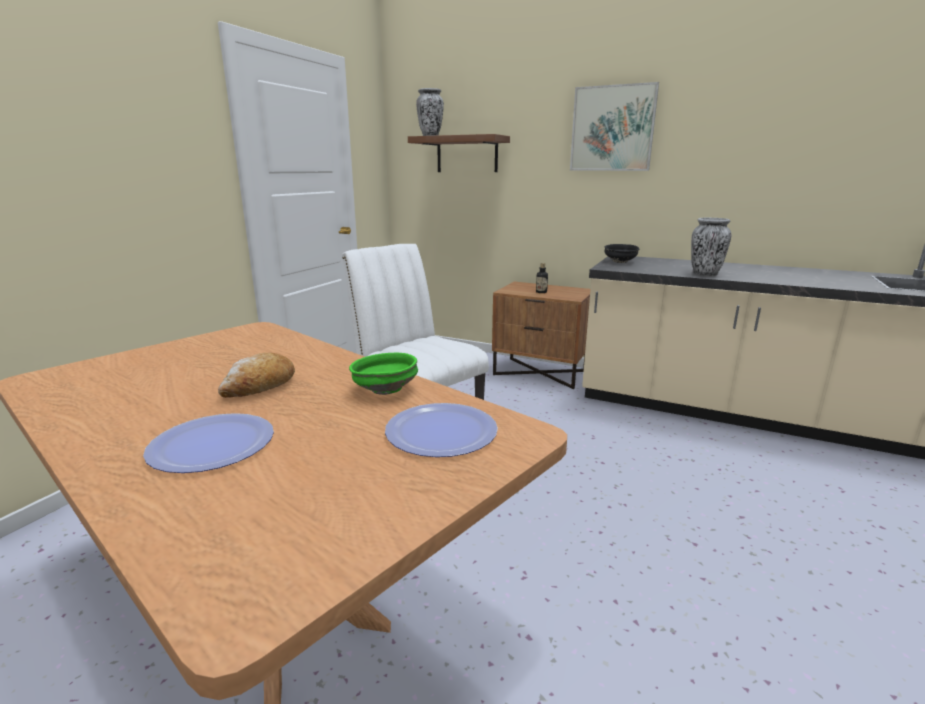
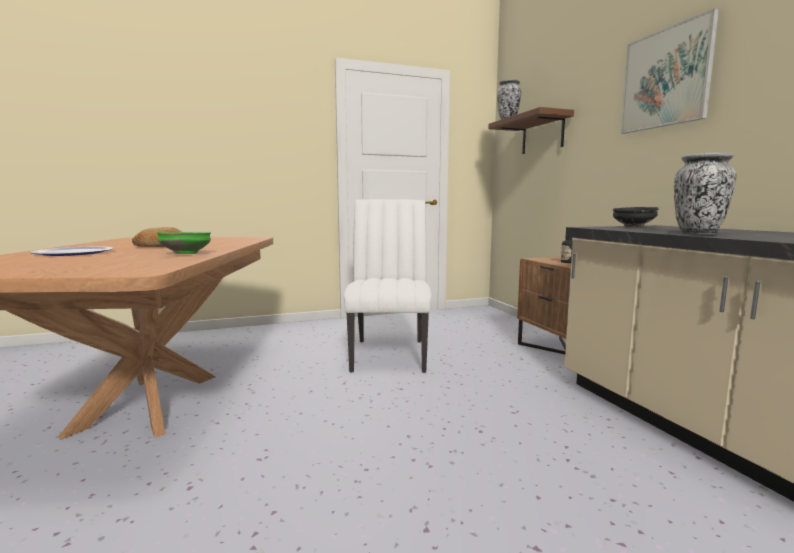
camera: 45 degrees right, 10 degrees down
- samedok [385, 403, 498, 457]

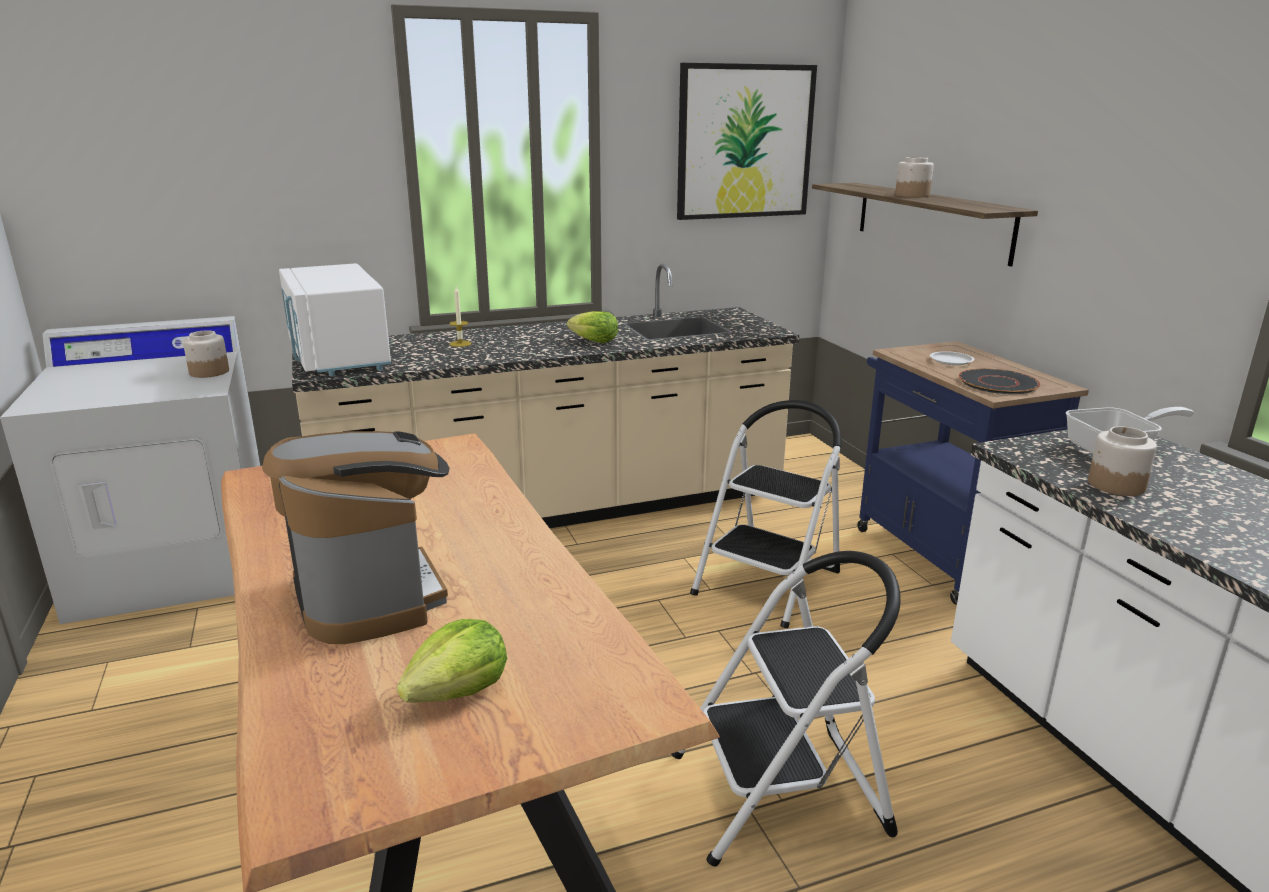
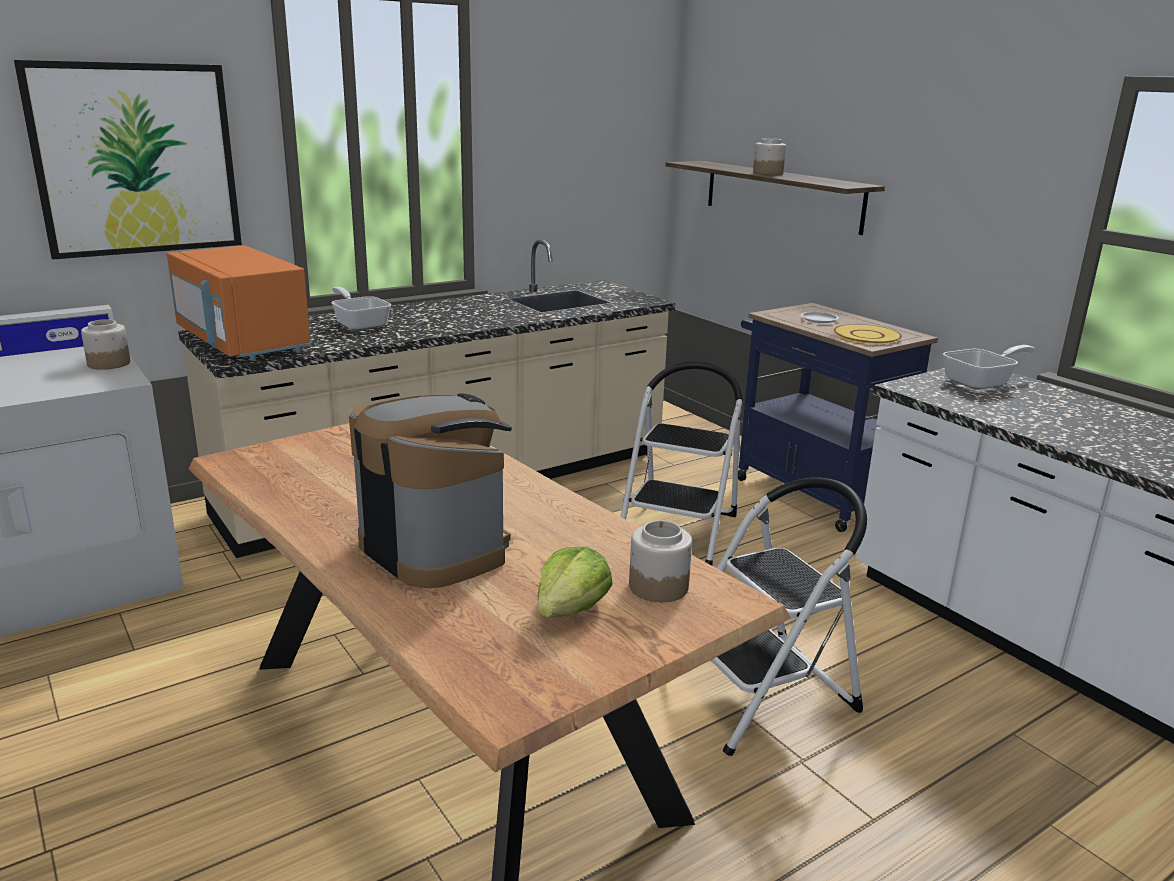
camera: 15 degrees left, 0 degrees up
~ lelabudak [677, 63, 817, 220] to [14, 60, 242, 259]
~ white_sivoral [279, 263, 391, 377] to orange_sivoral [167, 245, 311, 361]
~ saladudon [450, 287, 471, 347] to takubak [331, 287, 391, 330]
~ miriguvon [1088, 426, 1157, 496] to [629, 520, 692, 602]
~ black_samedok [959, 368, 1041, 394] to yellow_samedok [834, 324, 902, 344]
- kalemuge [567, 311, 618, 343]

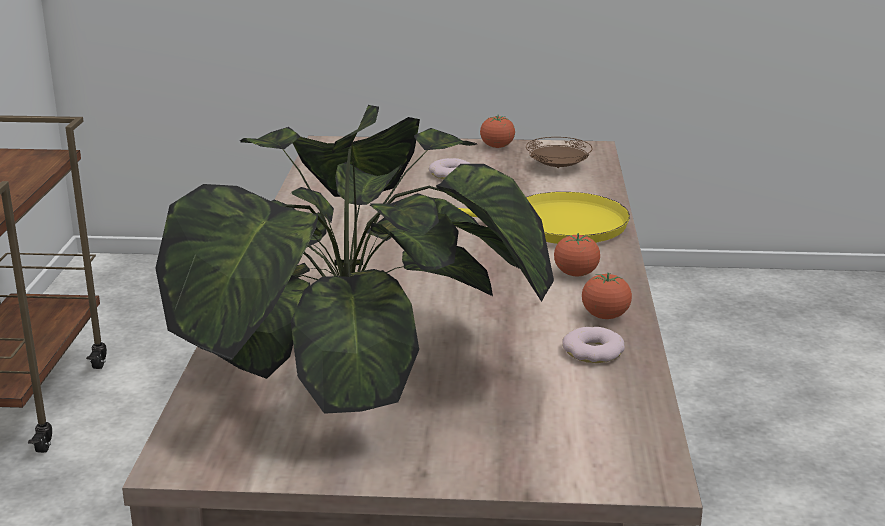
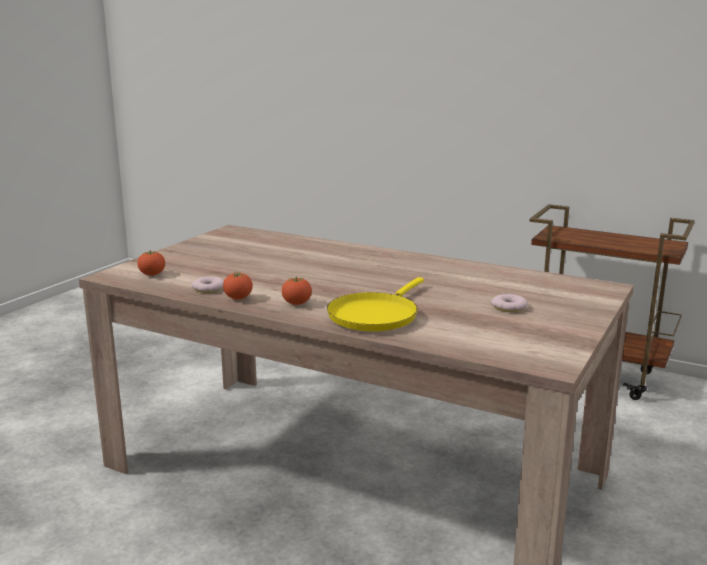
camera: 115 degrees right, 5 degrees down
~ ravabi [480, 115, 515, 148] to [137, 250, 165, 276]
- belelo [156, 105, 554, 414]
- brown_samedok [526, 137, 593, 168]

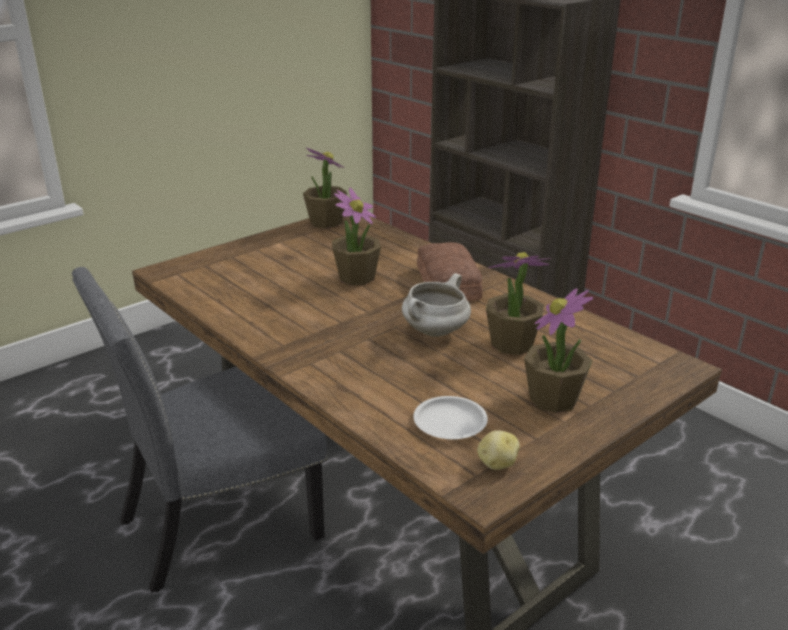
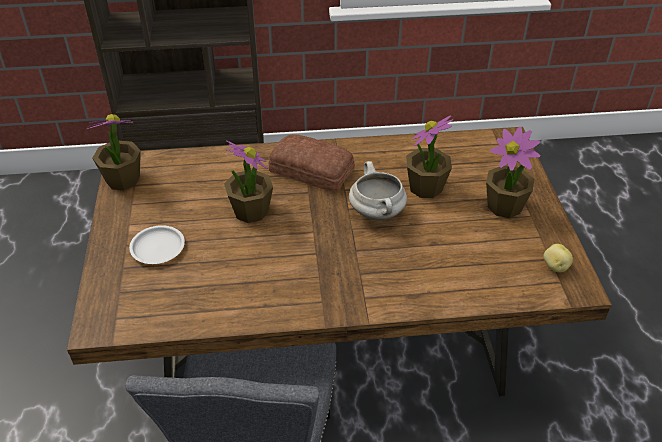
camera: 55 degrees left, 15 degrees up
~ white_samedok [413, 396, 488, 439] to [129, 225, 185, 264]

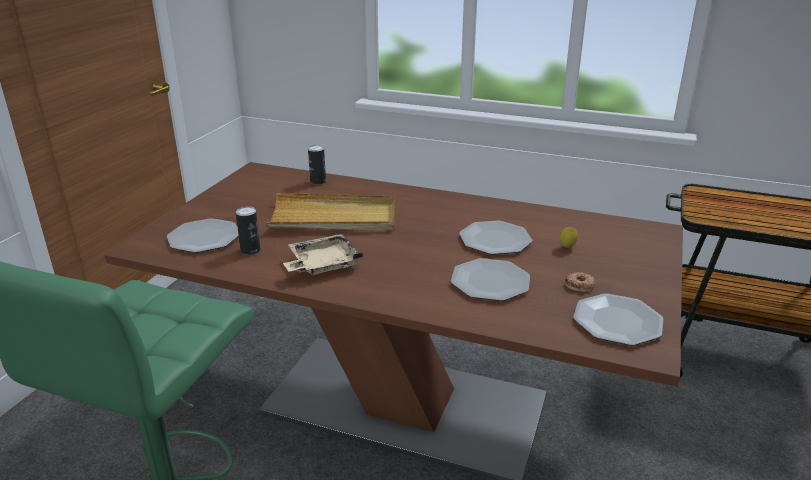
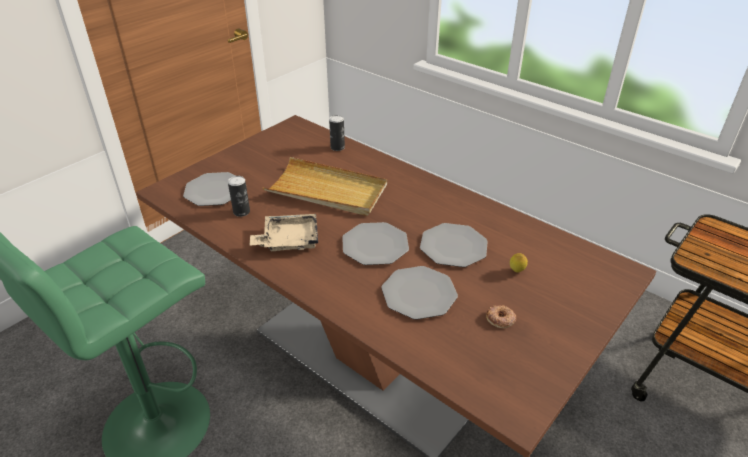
camera: 20 degrees right, 10 degrees up
~ samedok [573, 293, 664, 346] to [342, 222, 409, 265]

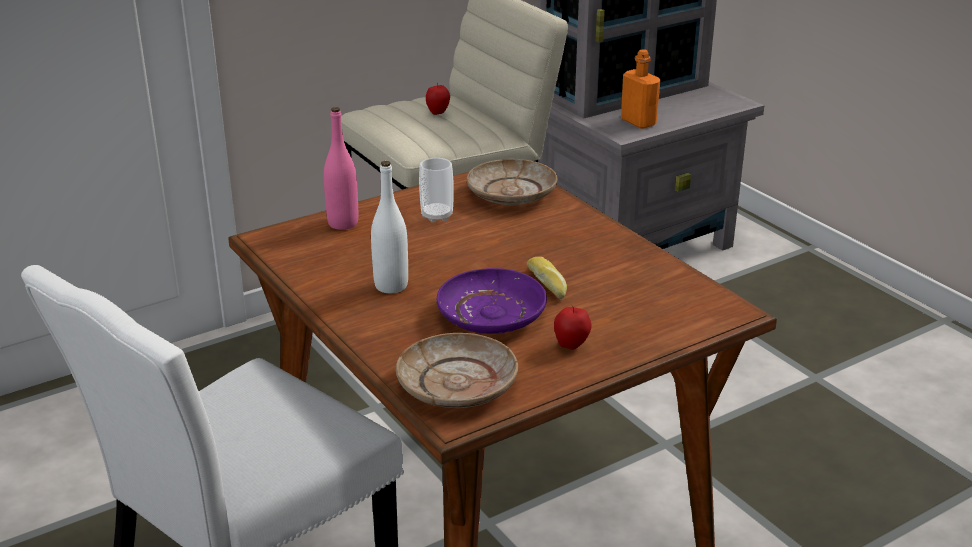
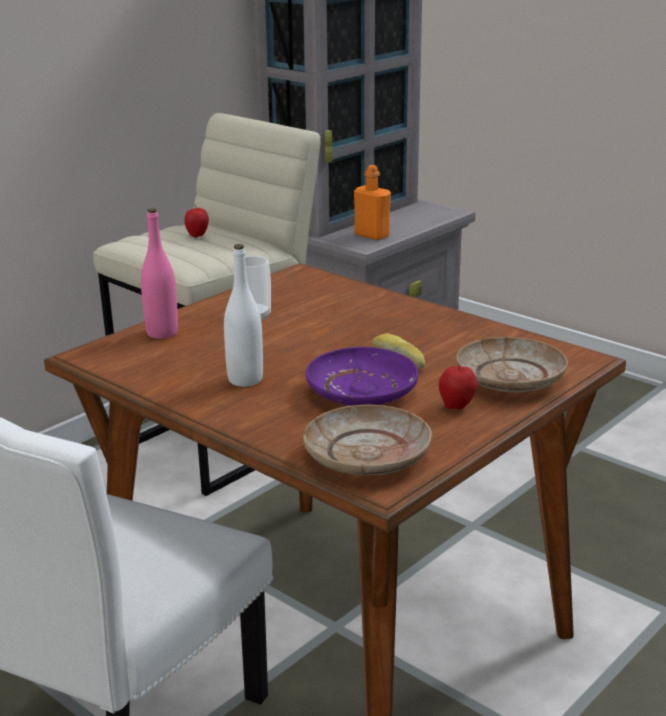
camera: 15 degrees left, 5 degrees down
~ beige_samedok [467, 159, 558, 205] to [456, 337, 568, 393]

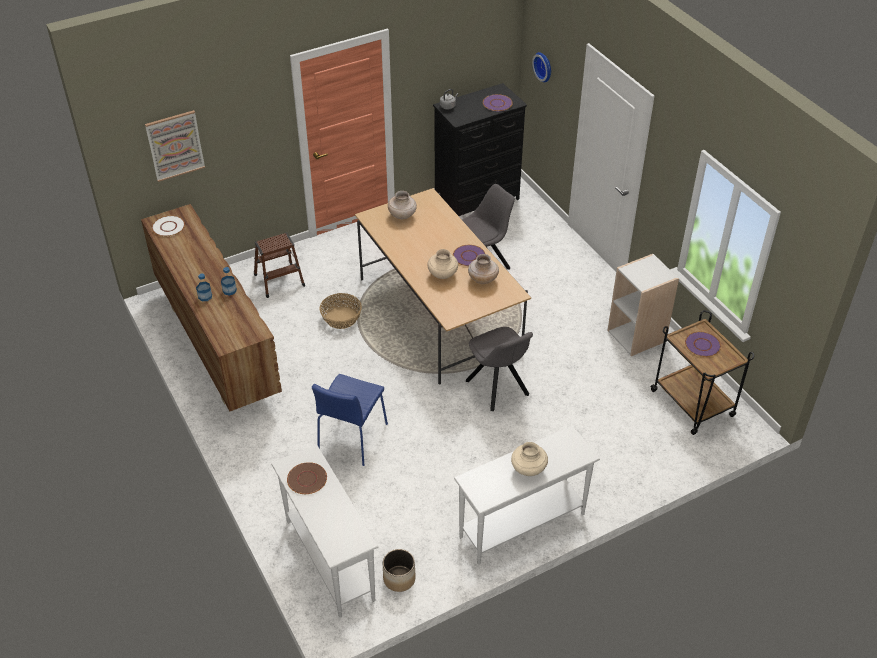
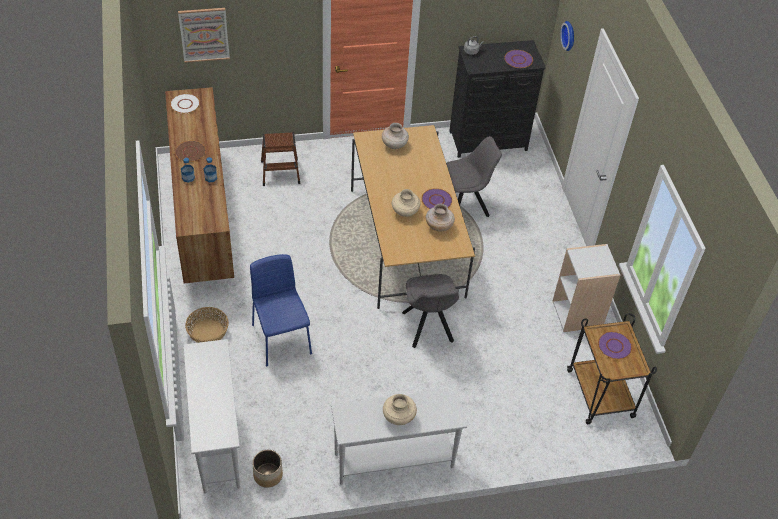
camera: 15 degrees right, 5 degrees up
~ brown_samedok [287, 462, 327, 494] to [175, 141, 206, 162]
~ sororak [319, 293, 362, 329] to [185, 307, 229, 343]
~ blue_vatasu [312, 374, 388, 466] = [250, 254, 312, 367] 120 degrees clockwise

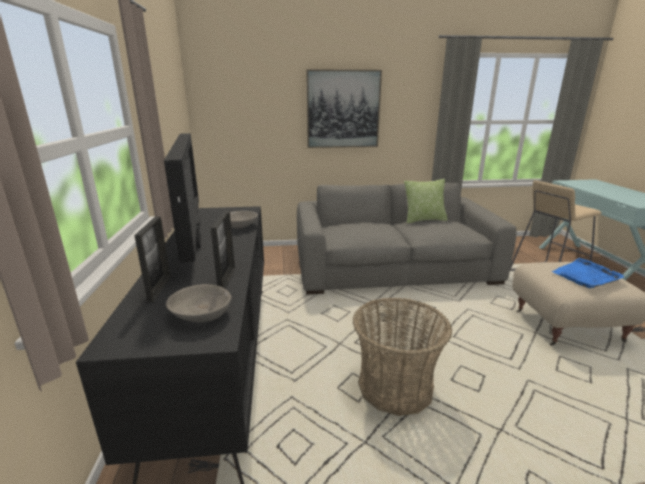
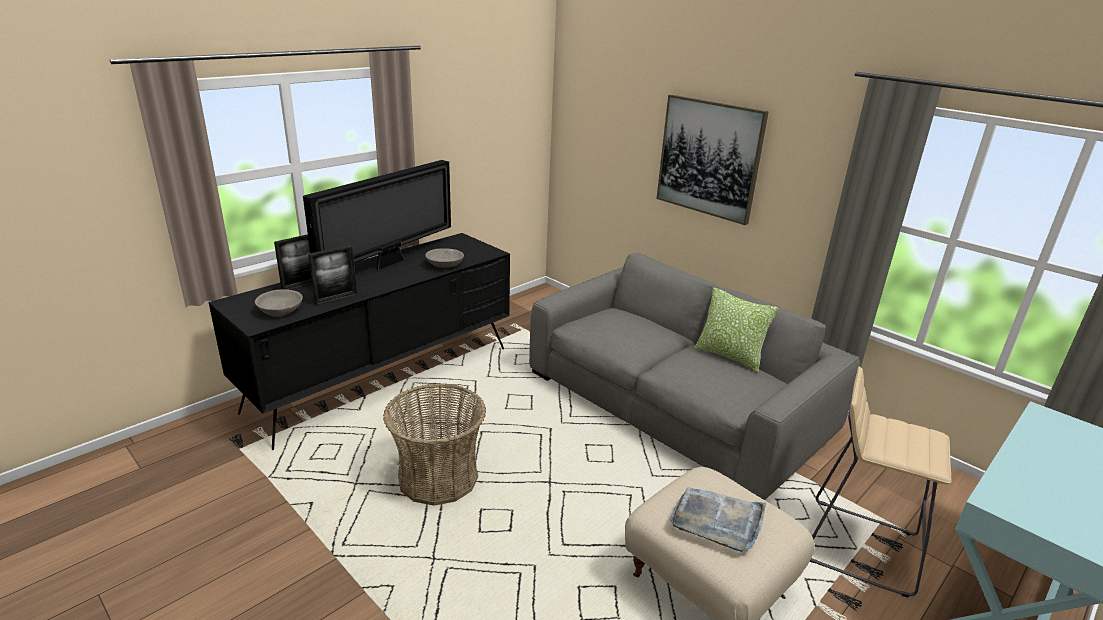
camera: 50 degrees right, 5 degrees up
~ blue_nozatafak [551, 258, 624, 289] to grey_nozatafak [670, 487, 766, 552]

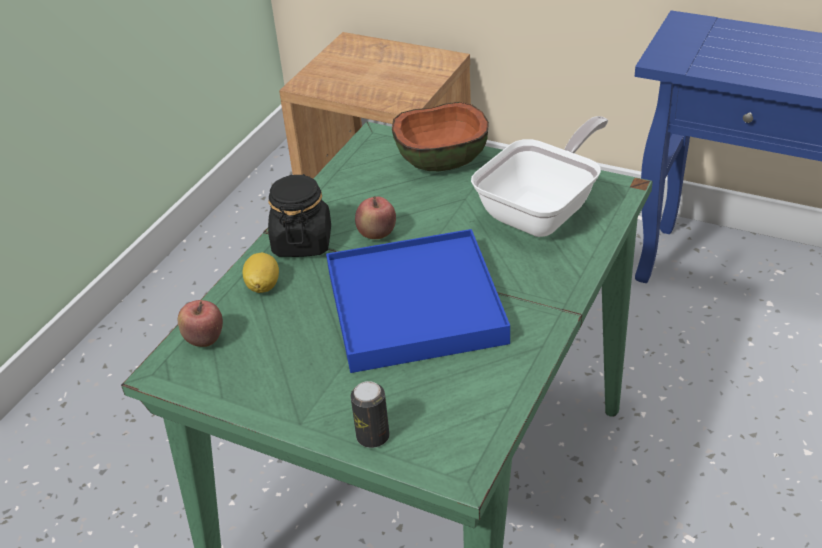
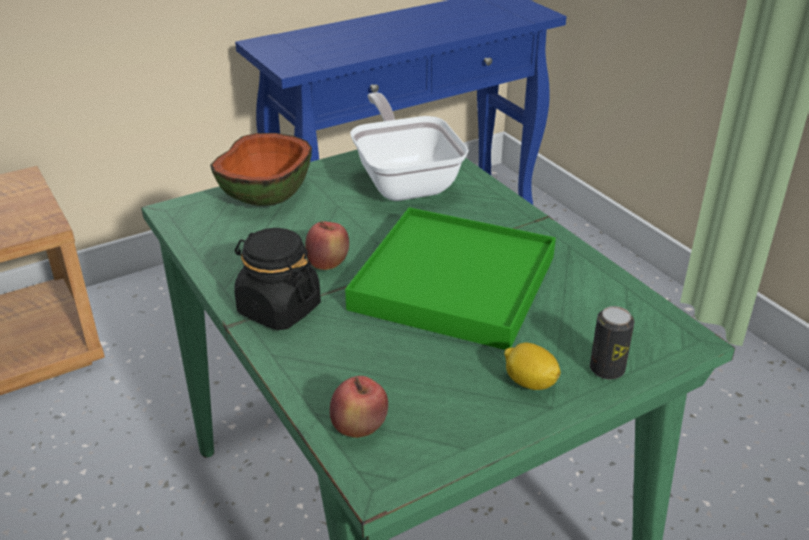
camera: 60 degrees left, 5 degrees down
~ blue_nozatafak [326, 229, 510, 373] to green_nozatafak [345, 207, 556, 350]
~ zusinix [242, 252, 279, 293] to [504, 342, 561, 390]

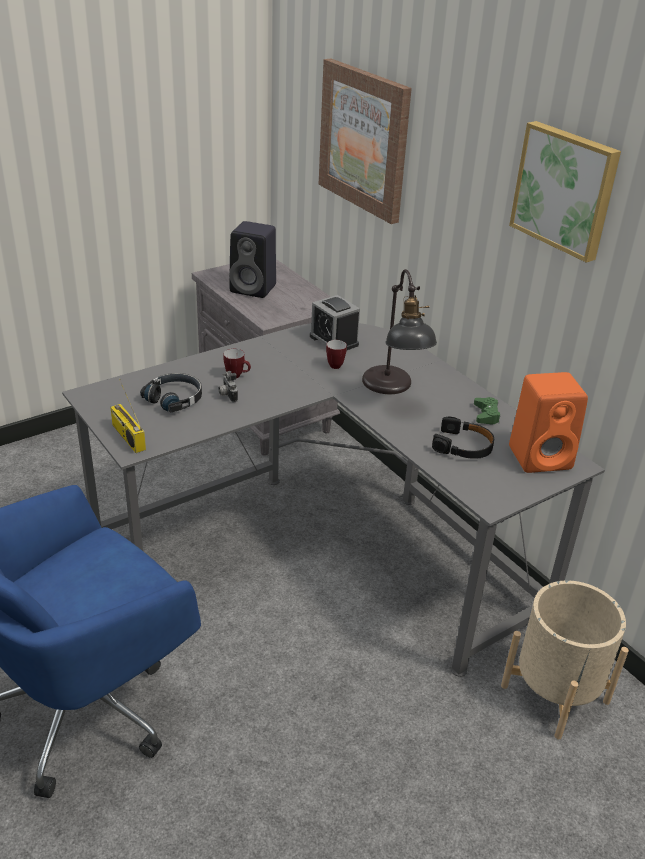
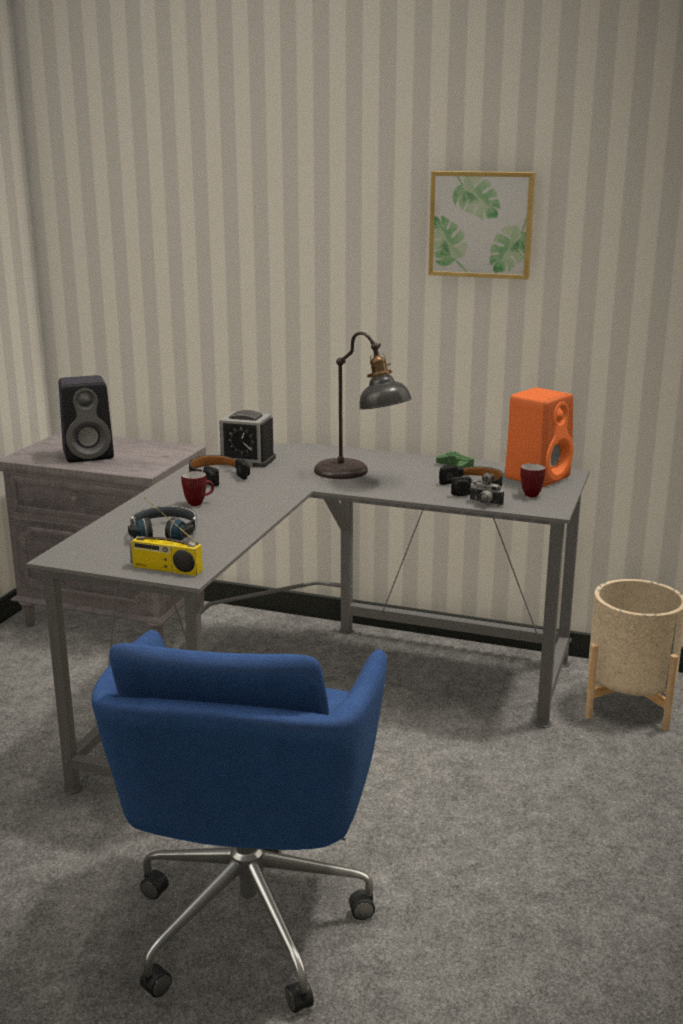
camera: 35 degrees left, 15 degrees down
+ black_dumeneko [189, 455, 250, 486]
~ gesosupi [218, 371, 238, 402] to [469, 473, 504, 506]
~ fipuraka [326, 340, 347, 369] to [520, 463, 545, 497]
- lelabudak [319, 58, 412, 224]

